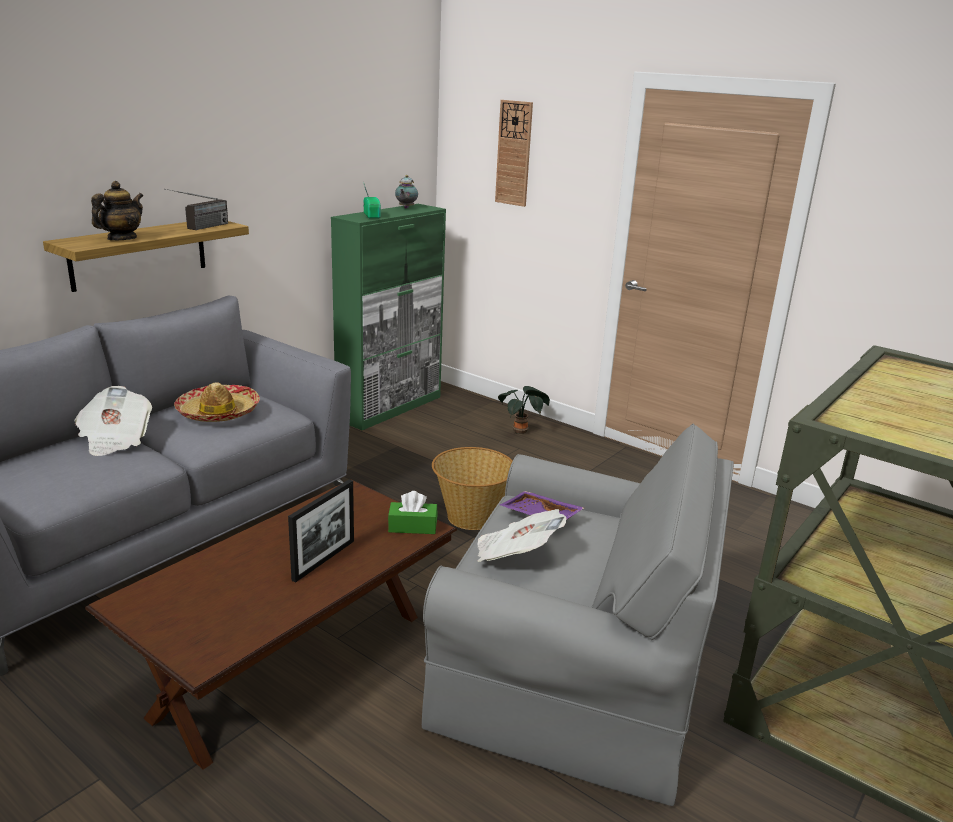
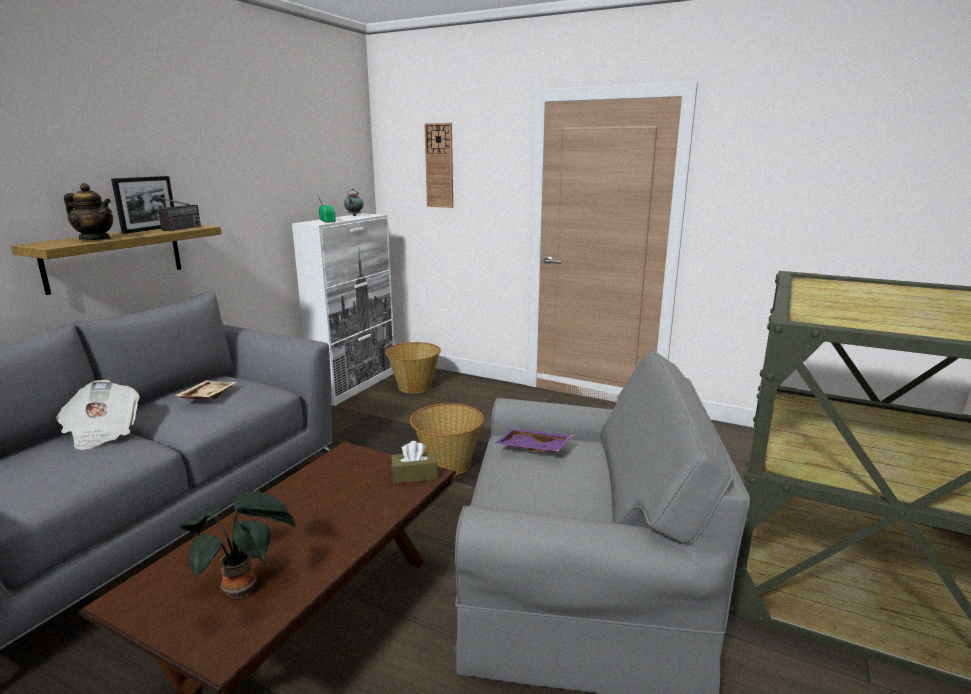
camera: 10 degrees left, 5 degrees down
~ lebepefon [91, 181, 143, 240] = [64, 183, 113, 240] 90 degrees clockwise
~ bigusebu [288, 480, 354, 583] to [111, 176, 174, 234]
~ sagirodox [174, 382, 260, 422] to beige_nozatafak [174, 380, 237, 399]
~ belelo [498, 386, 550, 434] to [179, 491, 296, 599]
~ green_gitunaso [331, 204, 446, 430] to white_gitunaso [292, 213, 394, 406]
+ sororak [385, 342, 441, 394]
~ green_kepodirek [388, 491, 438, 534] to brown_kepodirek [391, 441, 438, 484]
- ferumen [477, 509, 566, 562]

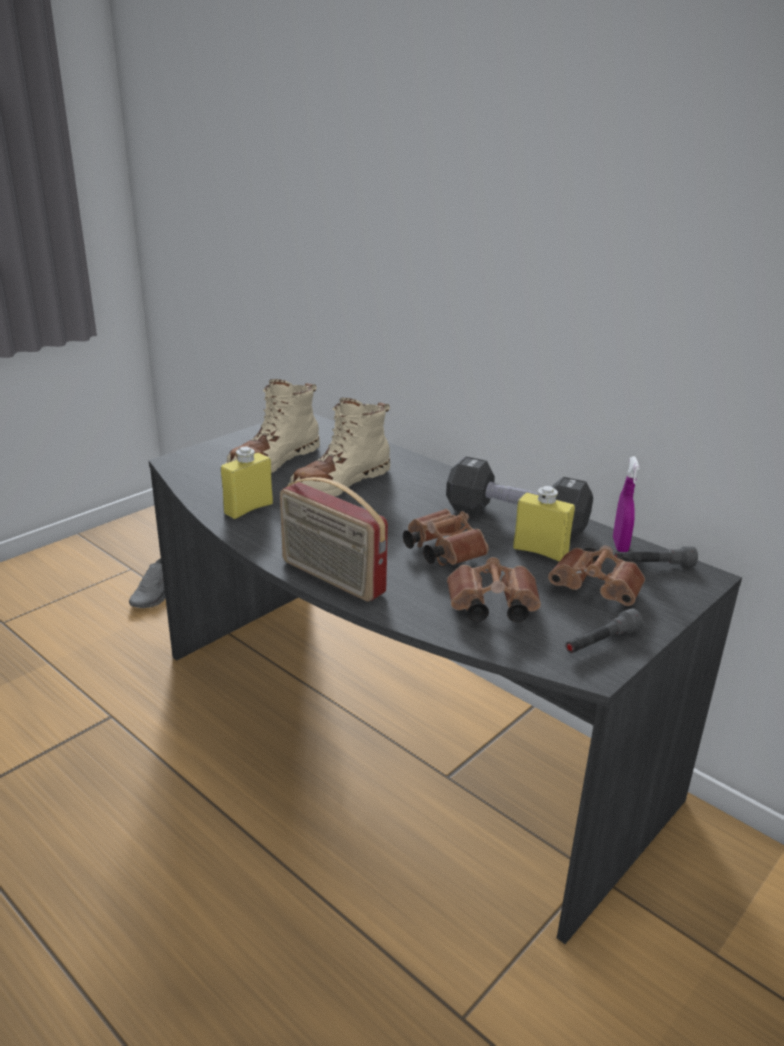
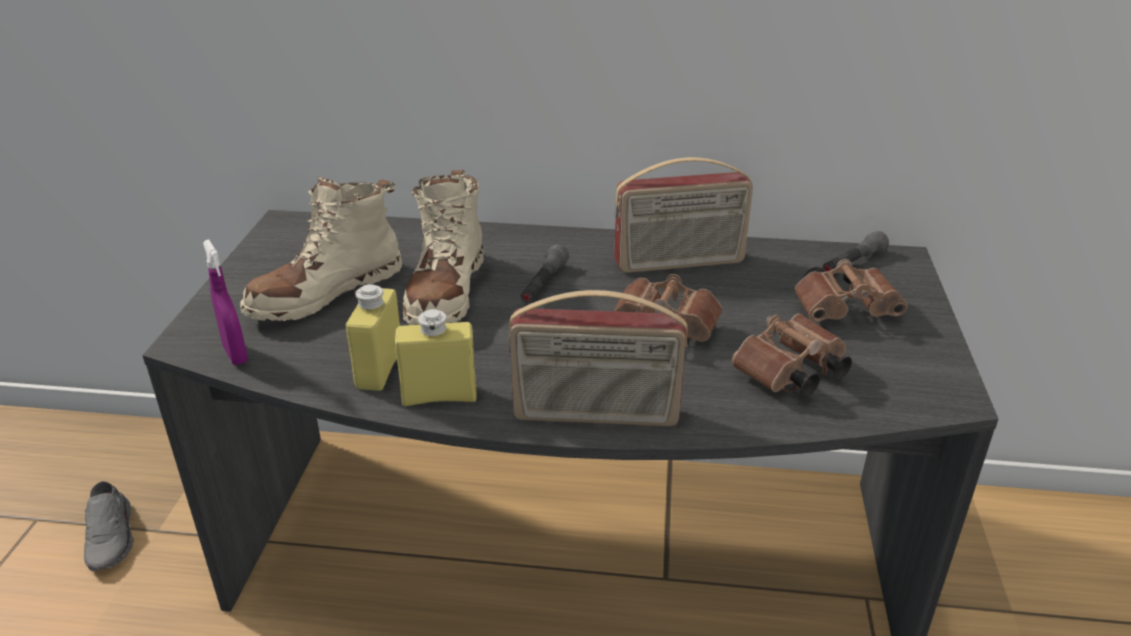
camera: 35 degrees left, 5 degrees up
~ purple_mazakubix [613, 456, 640, 552] to [203, 239, 248, 365]
~ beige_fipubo [225, 379, 320, 473] = [240, 177, 402, 321] 45 degrees clockwise
~ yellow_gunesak [513, 486, 575, 561] to [395, 309, 477, 406]
~ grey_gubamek [565, 608, 643, 653] to [521, 244, 569, 302]
~ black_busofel [446, 456, 593, 538] to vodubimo [614, 157, 753, 273]

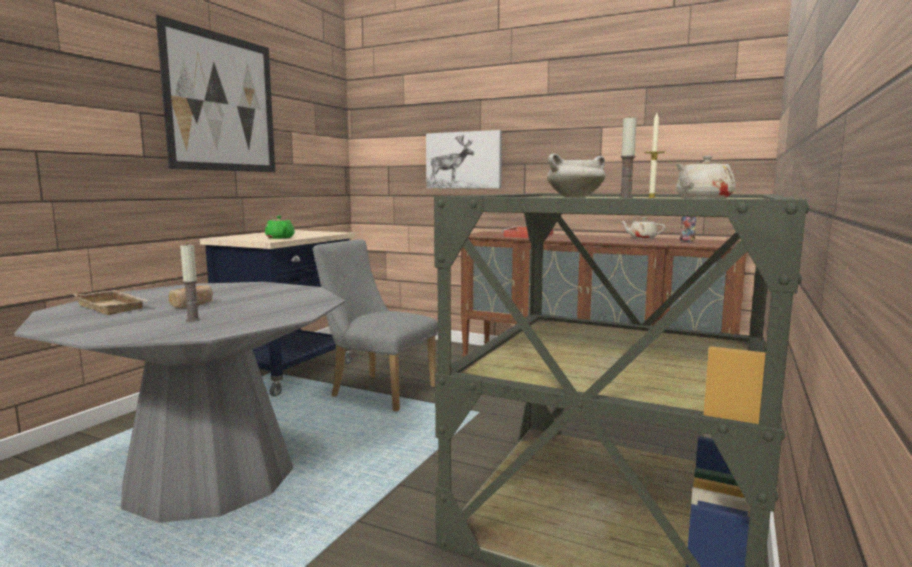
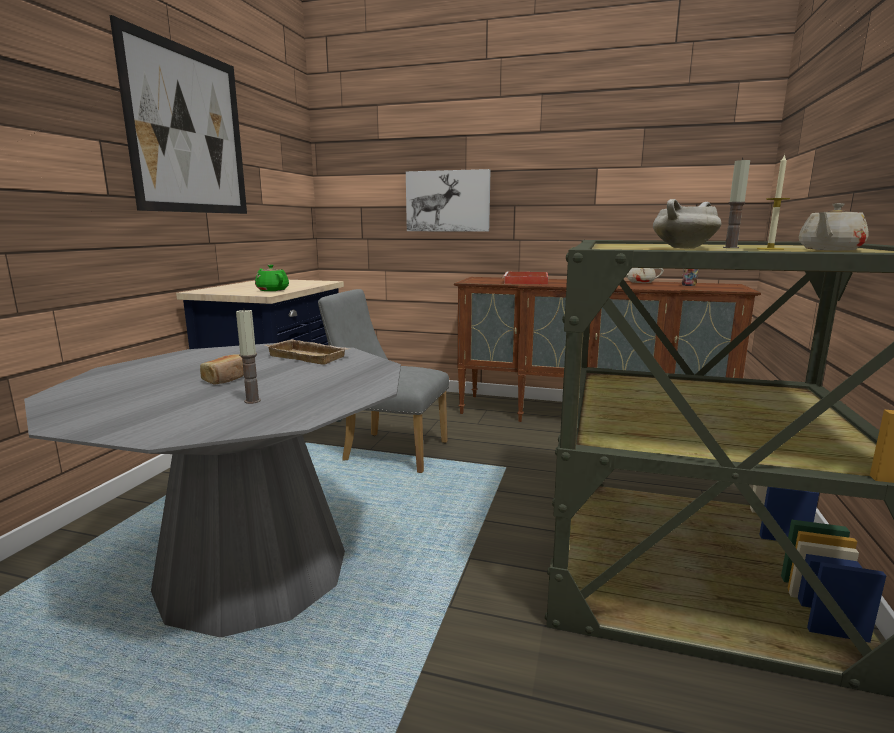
camera: 10 degrees left, 5 degrees up
~ beige_nozatafak [73, 290, 149, 315] to [265, 339, 349, 365]

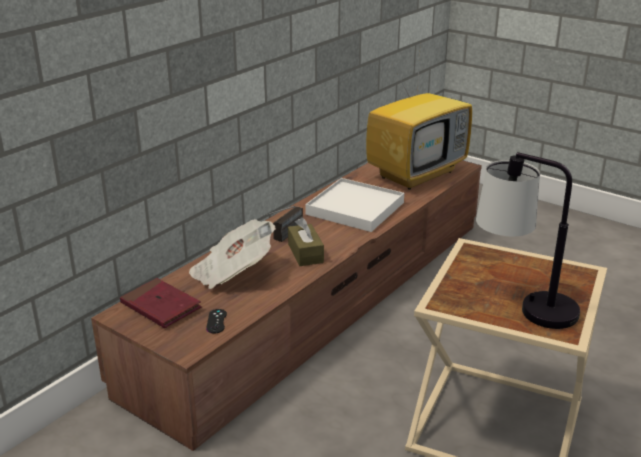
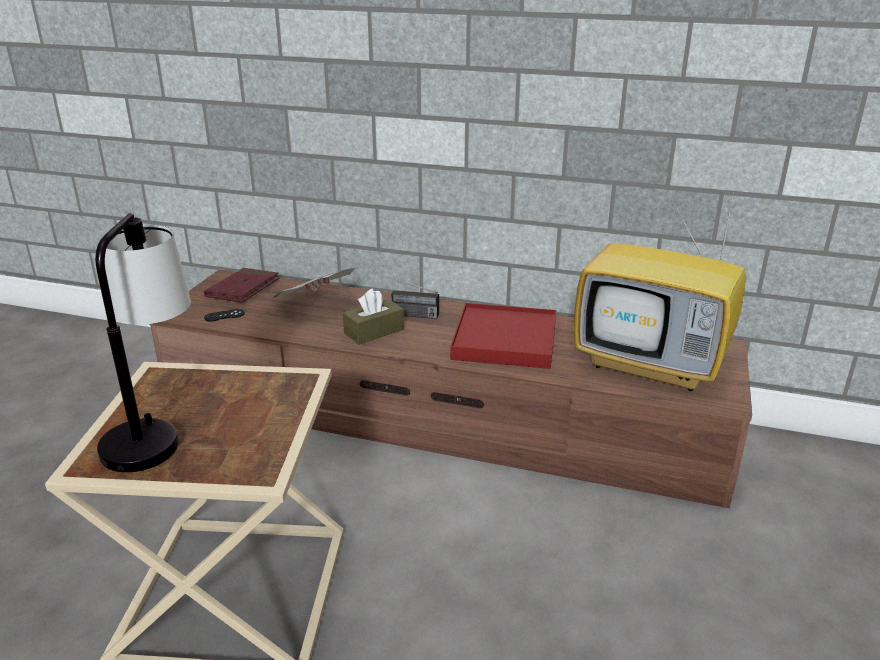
camera: 70 degrees right, 0 degrees up
~ white_nozatafak [305, 178, 404, 232] to red_nozatafak [450, 303, 556, 369]

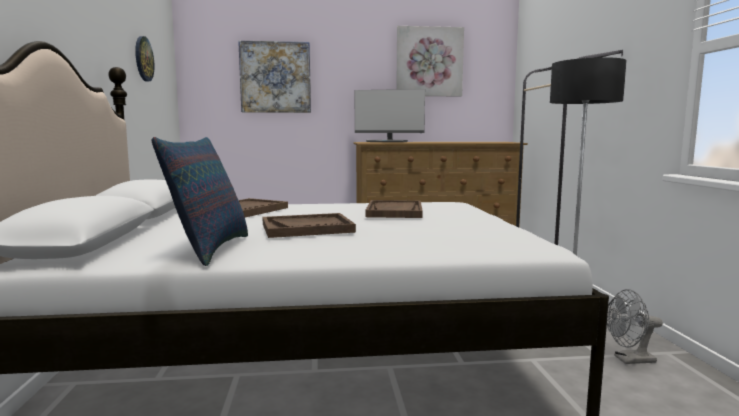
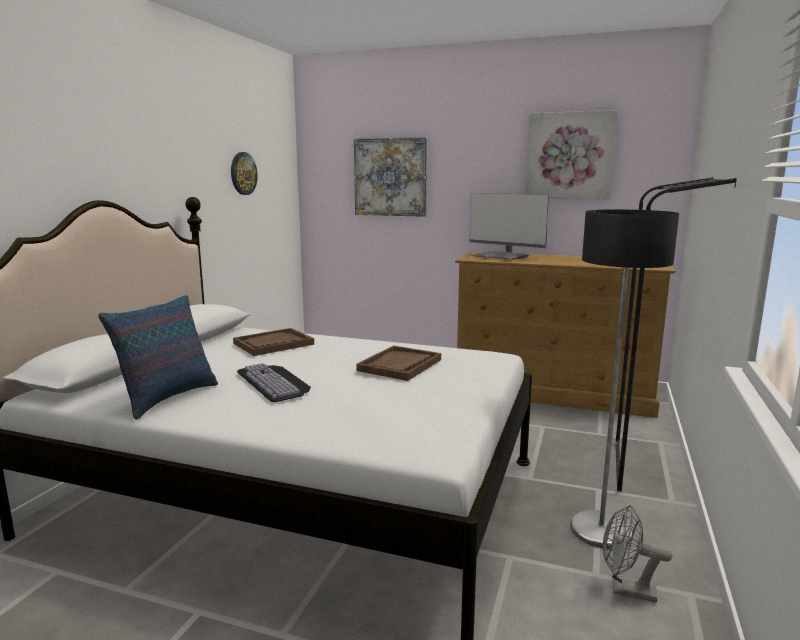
camera: 25 degrees right, 5 degrees up
~ brown_nozatafak [262, 213, 356, 238] to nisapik [237, 363, 311, 402]

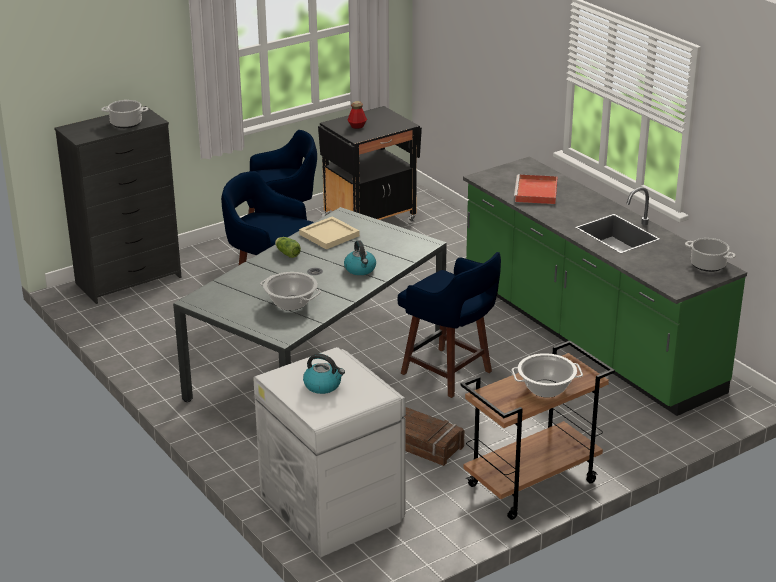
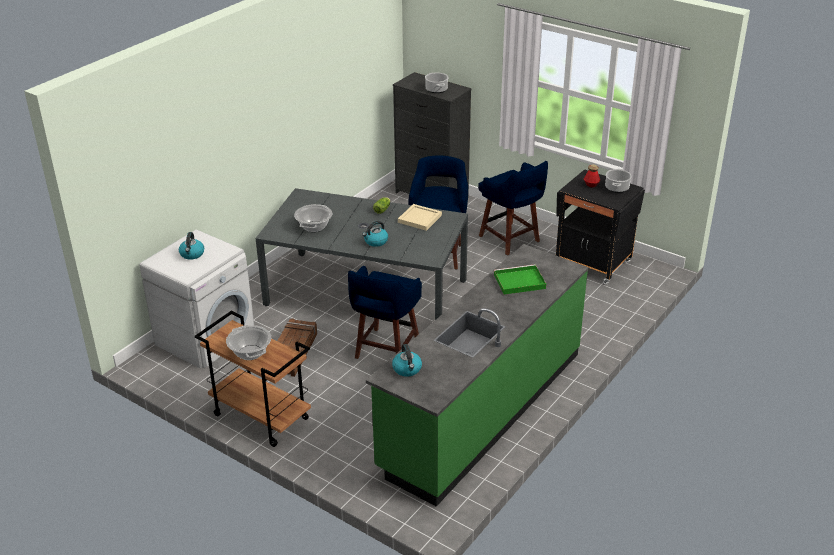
camera: 70 degrees right, 5 degrees up
+ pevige [392, 344, 422, 377]
~ red_nozatafak [514, 174, 558, 204] to green_nozatafak [494, 264, 546, 295]
~ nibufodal [685, 238, 736, 272] to [605, 169, 632, 193]

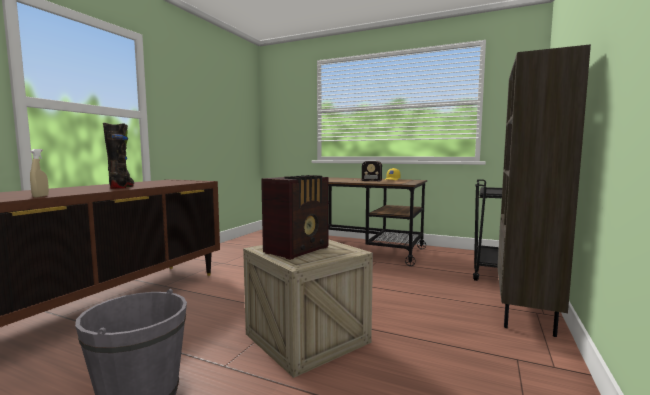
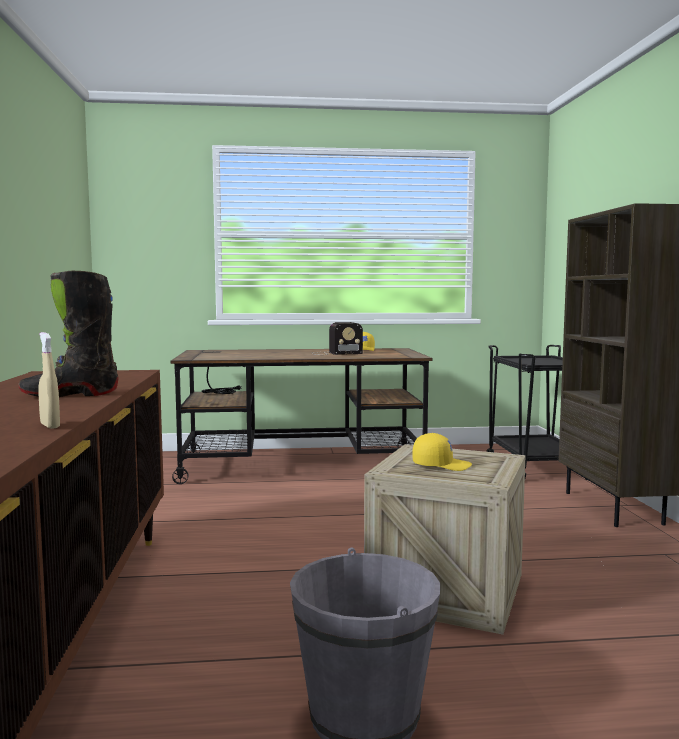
camera: 30 degrees left, 0 degrees up
~ black_fipubo [103, 123, 134, 189] = [18, 271, 119, 397] 60 degrees counterclockwise
~ vodubimo [261, 175, 329, 260] to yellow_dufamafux [412, 433, 472, 471]

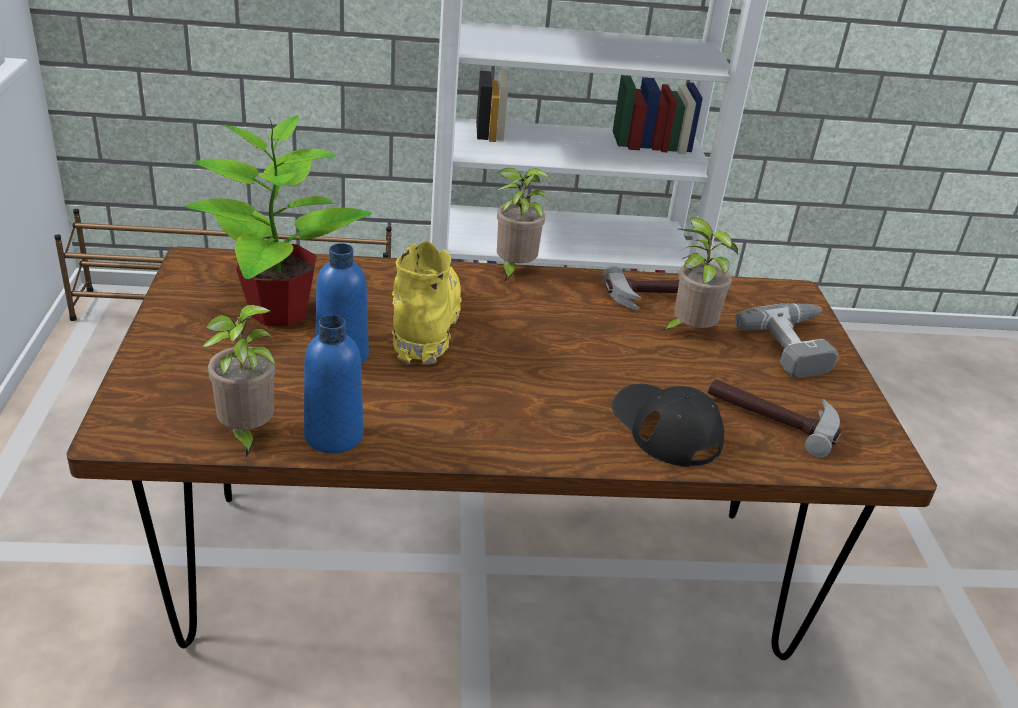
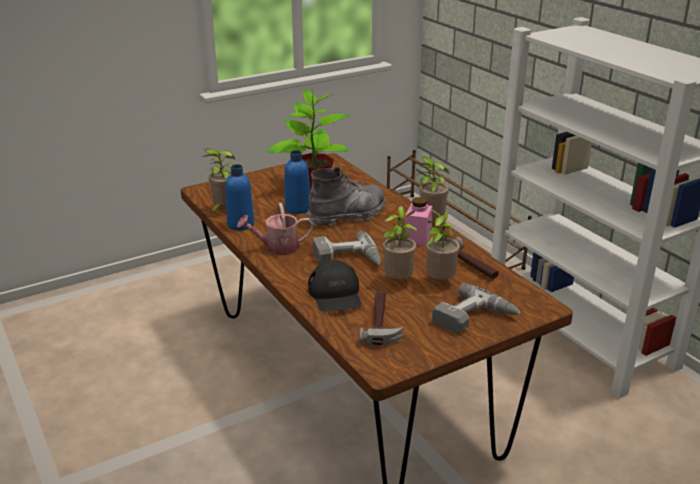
camera: 65 degrees right, 5 degrees down
+ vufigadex [237, 203, 313, 255]
~ yellow_fipubo [392, 241, 462, 364] to grey_fipubo [306, 167, 386, 227]
~ black_dufamafux [612, 384, 724, 467] = [308, 260, 362, 312] 135 degrees clockwise
+ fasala [312, 231, 381, 265]
+ belelo [382, 206, 418, 279]
+ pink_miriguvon [404, 197, 432, 246]

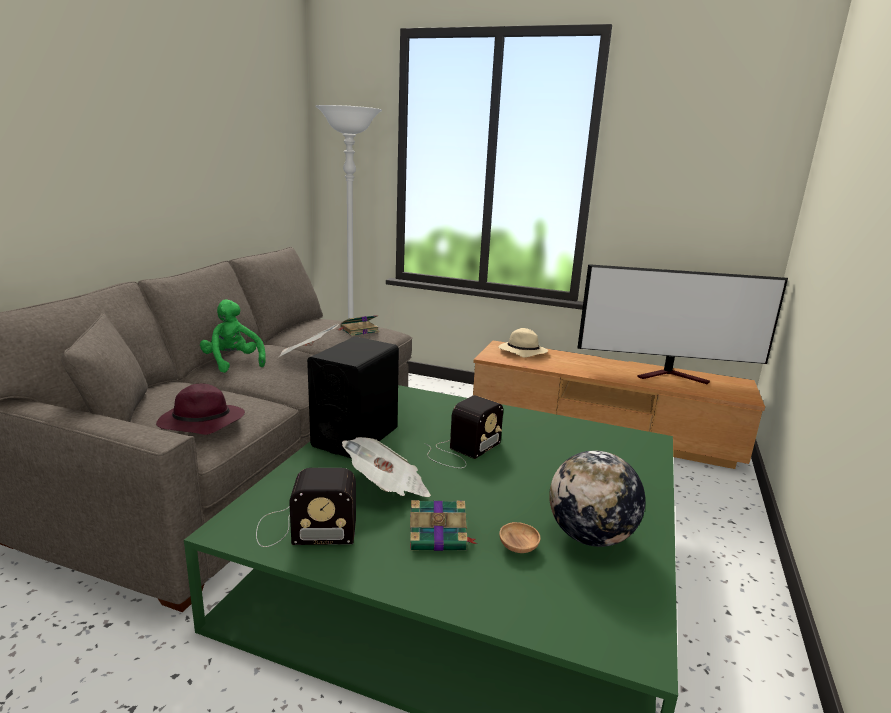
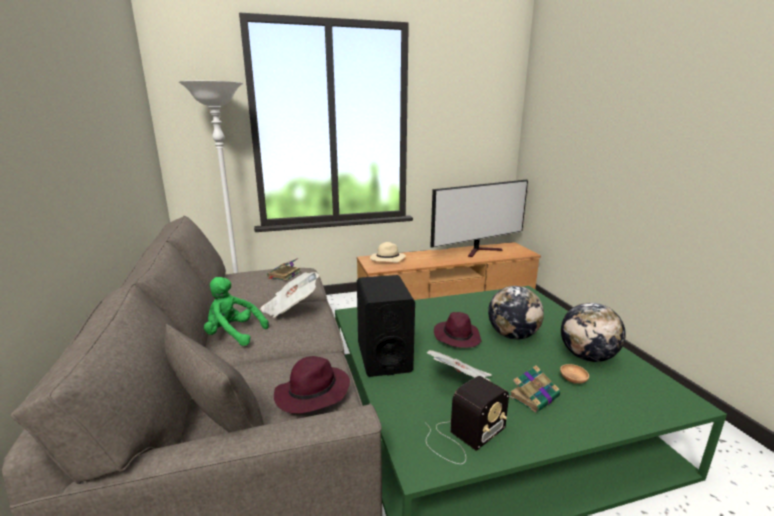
camera: 35 degrees left, 0 degrees up
~ vodubimo [425, 395, 503, 468] to purple_sagirodox [434, 312, 481, 348]
+ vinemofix [488, 286, 544, 340]

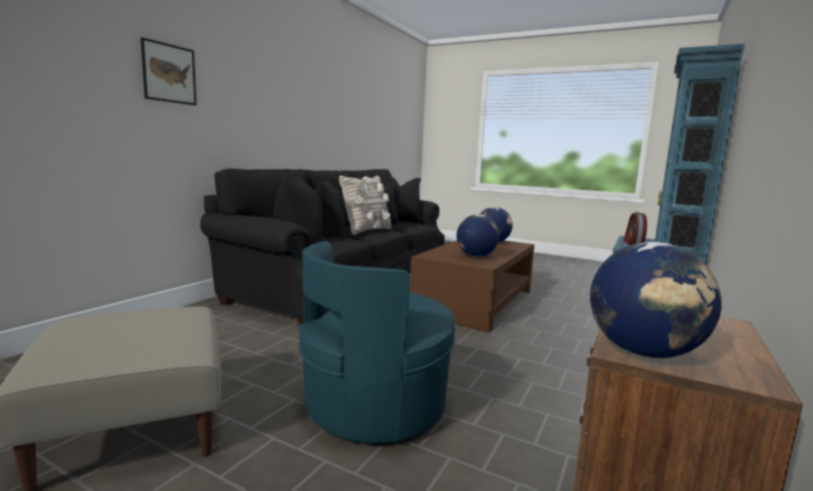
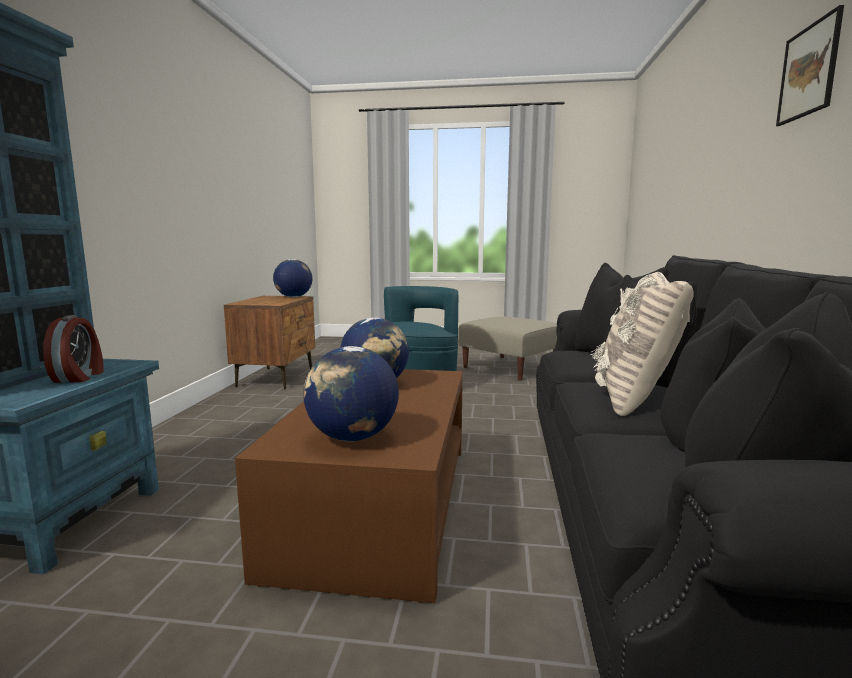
camera: 160 degrees right, 0 degrees up
~ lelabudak [141, 37, 196, 105] to [776, 5, 844, 126]

